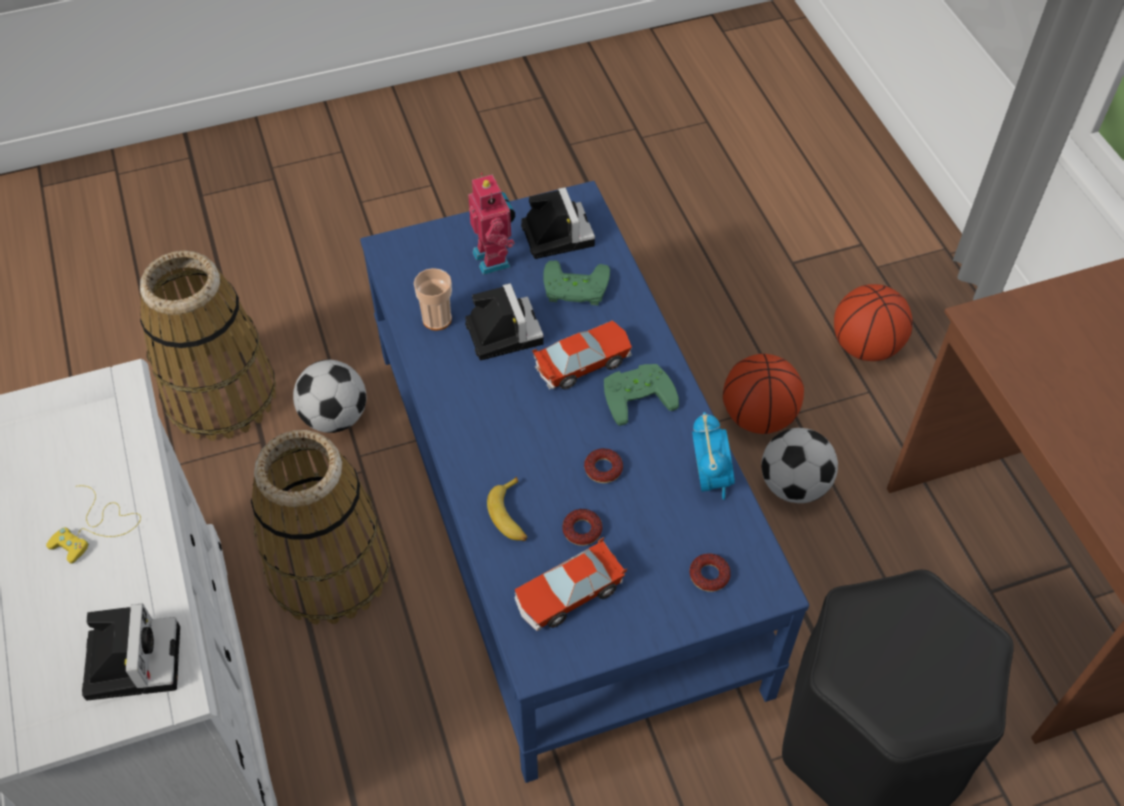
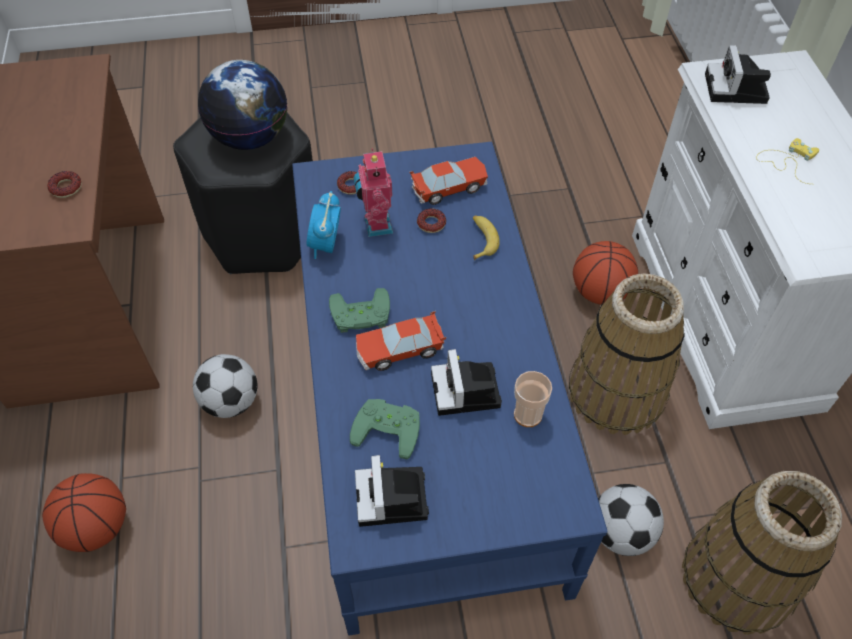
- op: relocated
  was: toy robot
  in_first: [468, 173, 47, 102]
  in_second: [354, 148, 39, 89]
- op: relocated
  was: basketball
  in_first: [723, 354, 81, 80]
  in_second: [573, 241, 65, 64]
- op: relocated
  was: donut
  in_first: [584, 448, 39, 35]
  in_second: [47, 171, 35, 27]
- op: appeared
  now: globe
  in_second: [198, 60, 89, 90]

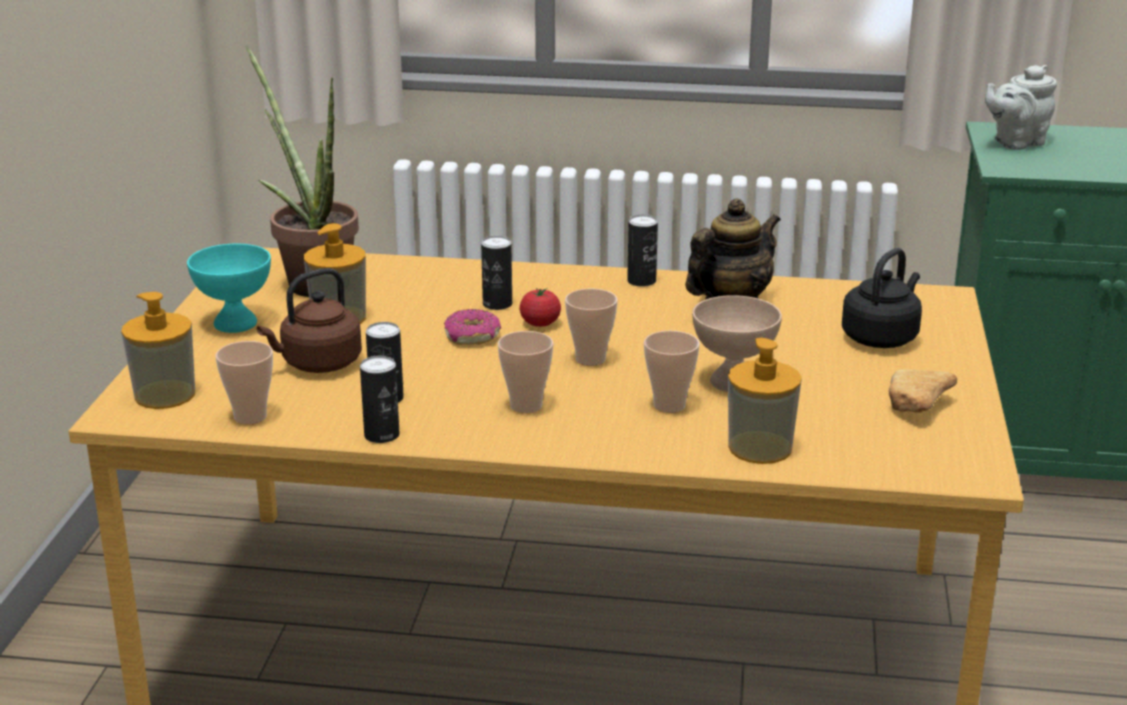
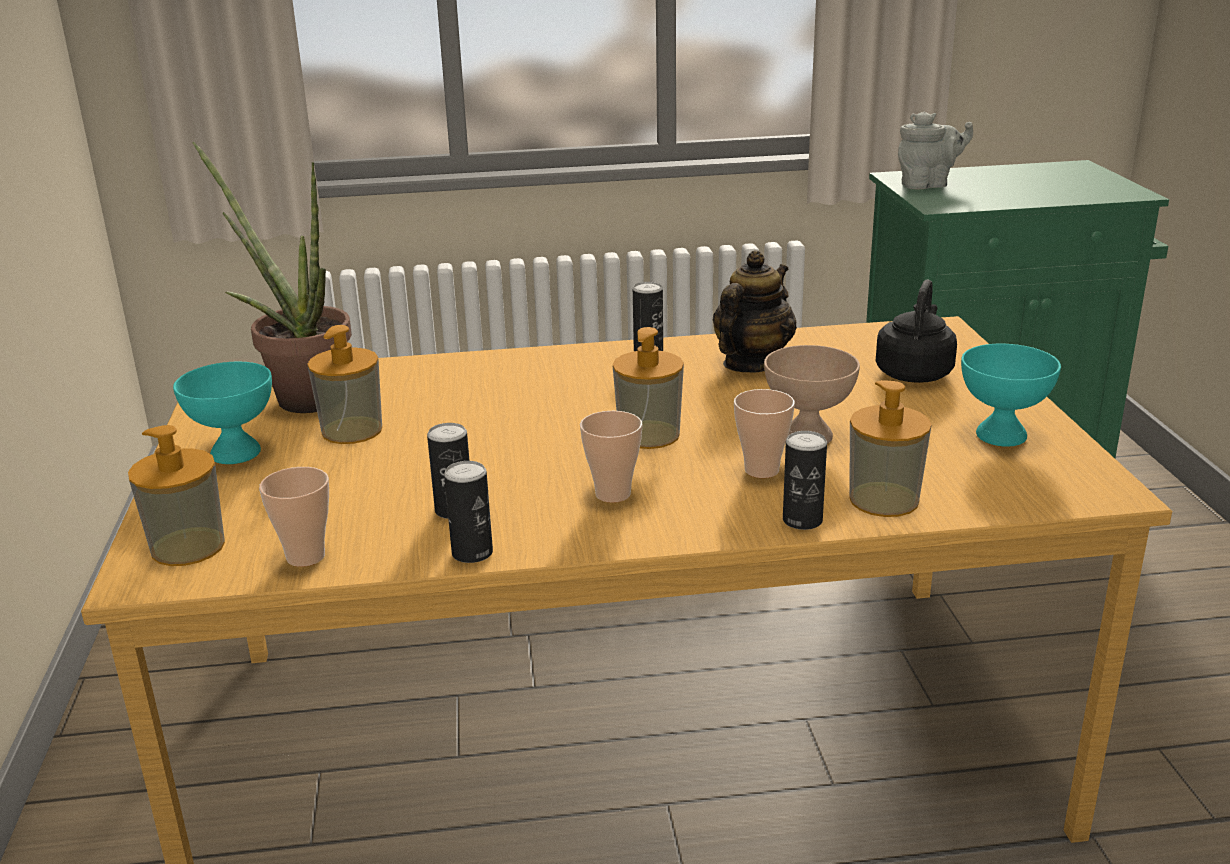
- op: spun
  was: teapot/grey
  in_first: [985, 65, 72, 85]
  in_second: [898, 112, 75, 77]
  clockwise: -150
- op: relocated
  was: can
  in_first: [481, 236, 31, 74]
  in_second: [783, 431, 44, 99]
- op: missing
  was: kettle/brown
  in_first: [257, 268, 105, 105]
- op: missing
  was: tomato
  in_first: [520, 288, 41, 39]
- op: exchanged
  was: cup
  now: soap dispenser
  in_first: [565, 289, 52, 77]
  in_second: [613, 327, 71, 122]
- op: missing
  was: donut
  in_first: [444, 309, 57, 36]
- op: exchanged
  was: bread
  now: bowl/turquoise
  in_first: [889, 369, 68, 44]
  in_second: [961, 344, 100, 103]

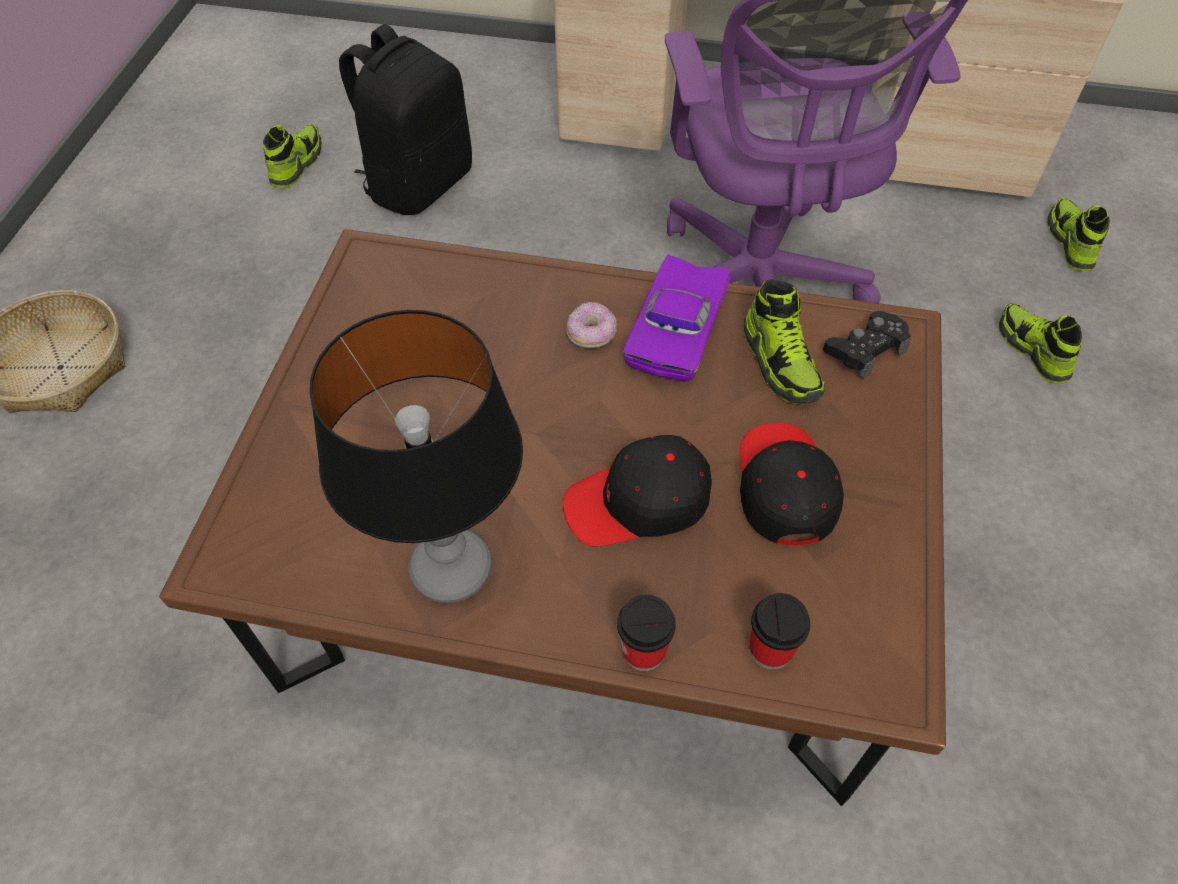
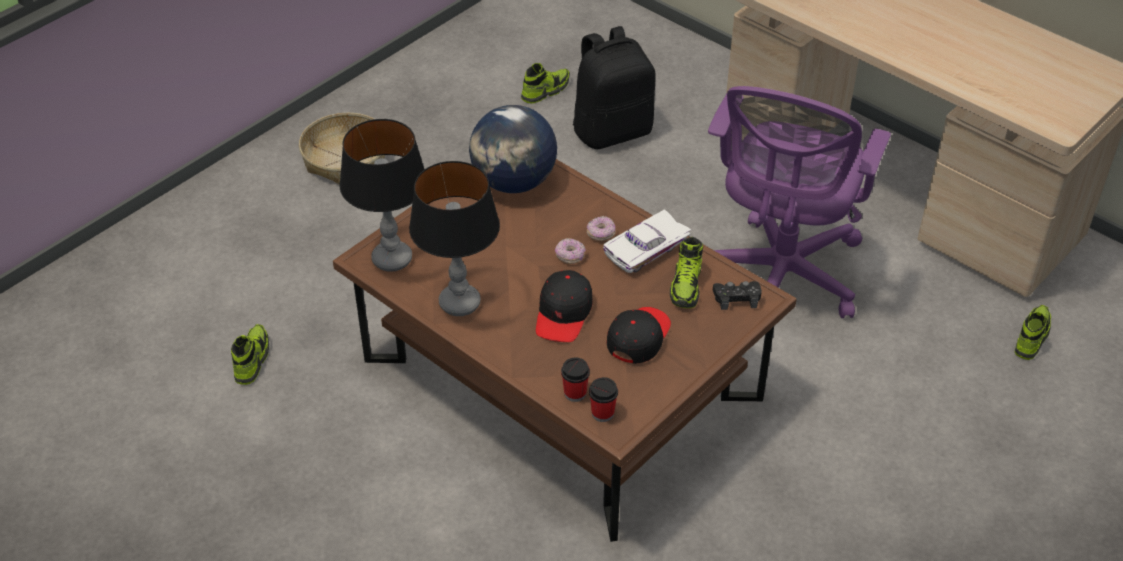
- op: colour
  was: toy car/purple
  now: toy car/white
  in_first: [623, 254, 108, 127]
  in_second: [603, 209, 88, 64]
- op: relocated
  was: shoe
  in_first: [999, 303, 83, 81]
  in_second: [231, 324, 38, 61]
- op: spun
  was: cap/black
  in_first: [563, 435, 149, 111]
  in_second: [536, 270, 57, 72]
  clockwise: -90
- op: relocated
  was: cup
  in_first: [617, 595, 59, 76]
  in_second: [589, 377, 29, 45]
- op: appeared
  now: globe
  in_second: [469, 105, 88, 88]
- op: appeared
  now: table lamp
  in_second: [339, 119, 86, 153]
- op: appeared
  now: donut
  in_second: [555, 238, 31, 26]

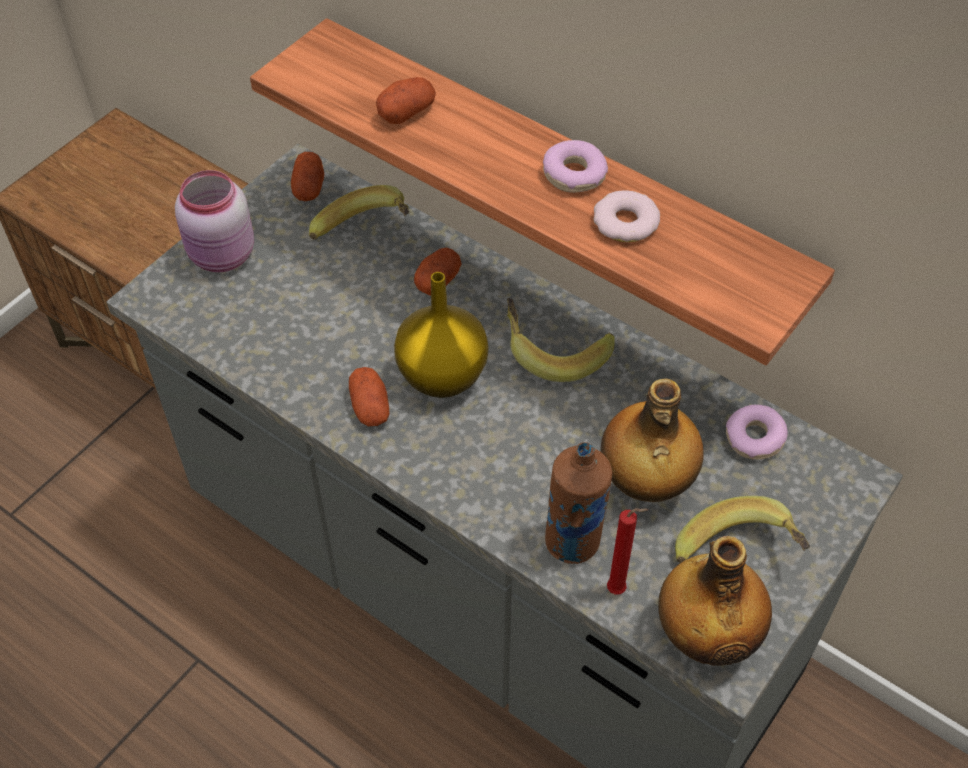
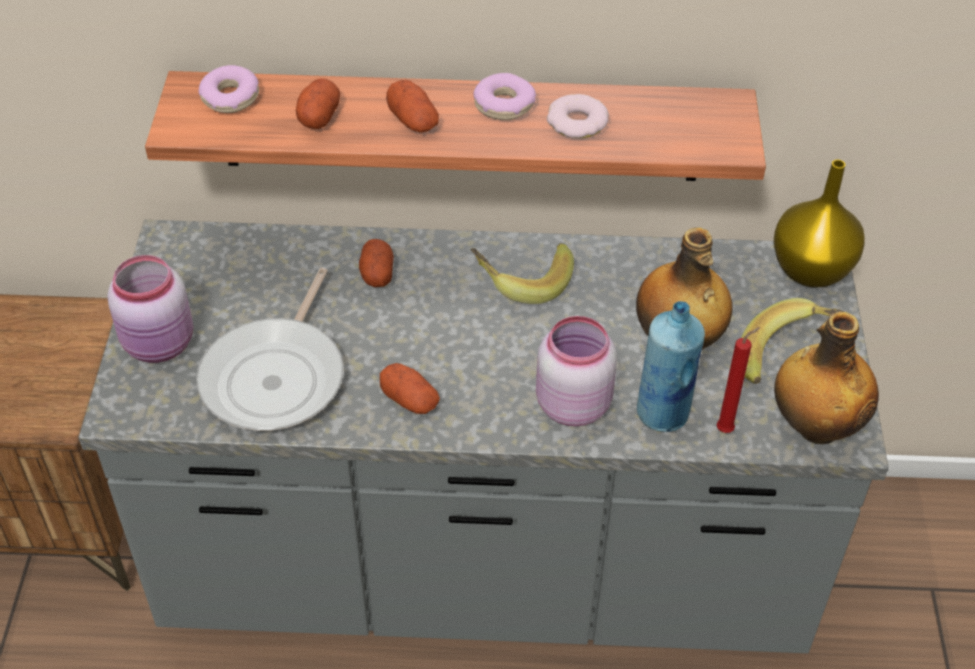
- op: relocated
  was: potato
  in_first: [291, 152, 33, 49]
  in_second: [386, 80, 53, 53]
- op: missing
  was: banana
  in_first: [309, 185, 100, 55]
- op: relocated
  was: vase/yellow
  in_first: [394, 272, 95, 126]
  in_second: [774, 160, 91, 128]
- op: relocated
  was: donut
  in_first: [726, 405, 62, 55]
  in_second: [199, 65, 60, 48]
- op: colour
  was: bottle/brown
  now: bottle/blue
  in_first: [545, 442, 67, 122]
  in_second: [637, 301, 68, 131]
- op: appeared
  now: frying pan
  in_second: [196, 267, 148, 164]
- op: appeared
  now: jar/pink
  in_second: [536, 316, 81, 110]

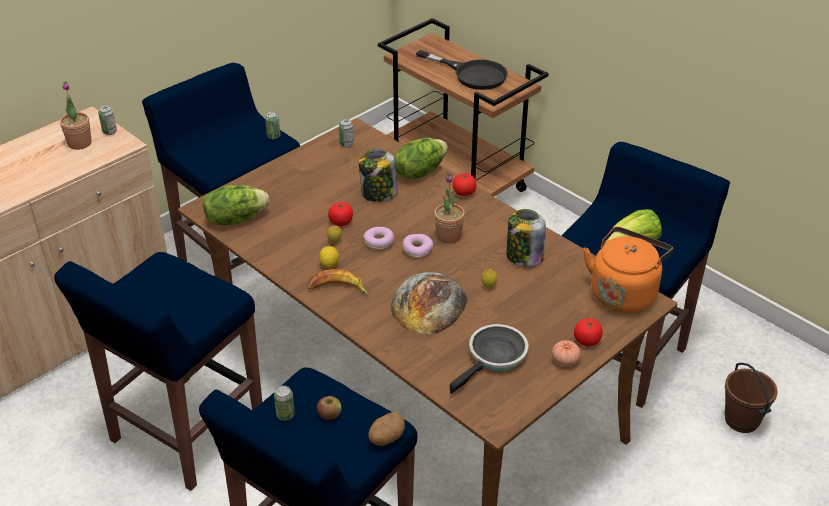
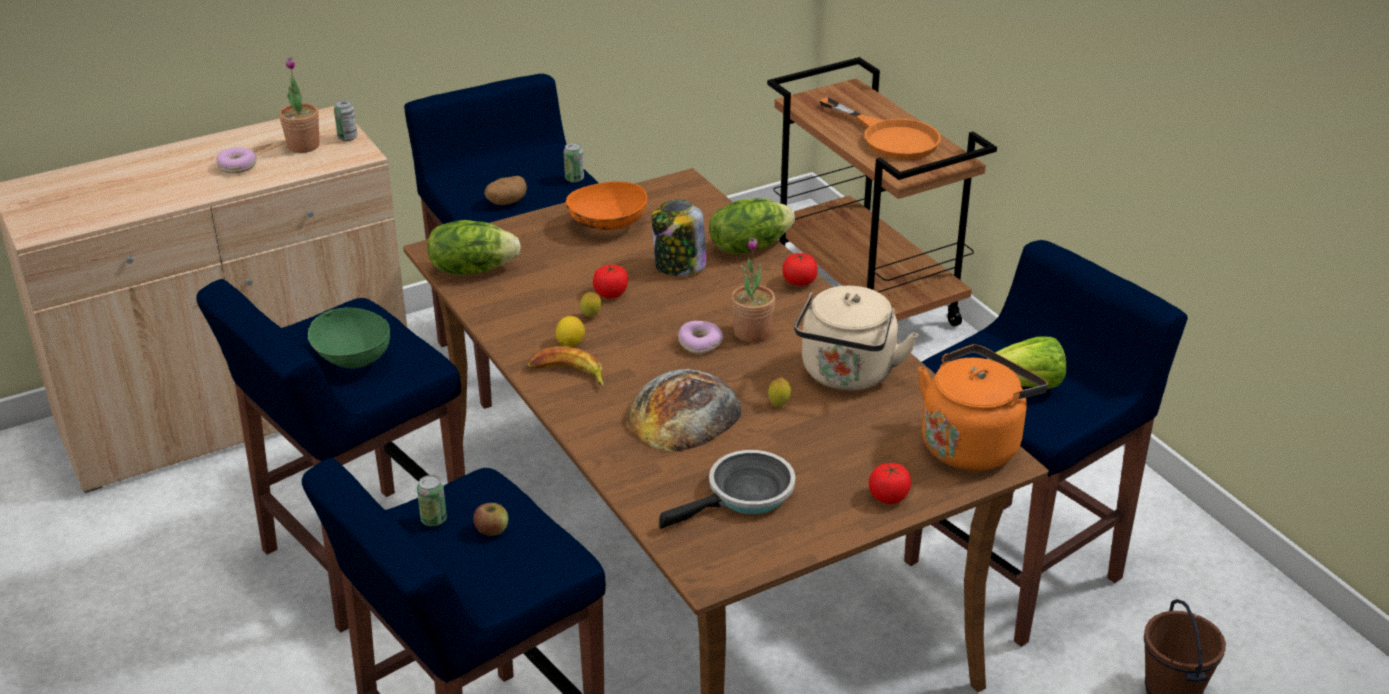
- op: colour
  was: frying pan/black
  now: frying pan/orange
  in_first: [416, 50, 92, 40]
  in_second: [819, 97, 122, 63]
- op: missing
  was: can
  in_first: [339, 119, 15, 29]
- op: exchanged
  was: jar
  now: kettle/beige
  in_first: [507, 209, 39, 58]
  in_second: [794, 286, 124, 105]
- op: relocated
  was: donut
  in_first: [363, 227, 31, 23]
  in_second: [216, 147, 41, 26]
- op: missing
  was: tomato
  in_first: [552, 340, 29, 26]
- op: relocated
  was: potato
  in_first: [368, 412, 37, 34]
  in_second: [484, 176, 43, 29]
- op: appeared
  now: bowl/orange
  in_second: [565, 181, 82, 49]
- op: appeared
  now: bowl/green
  in_second: [308, 307, 82, 61]

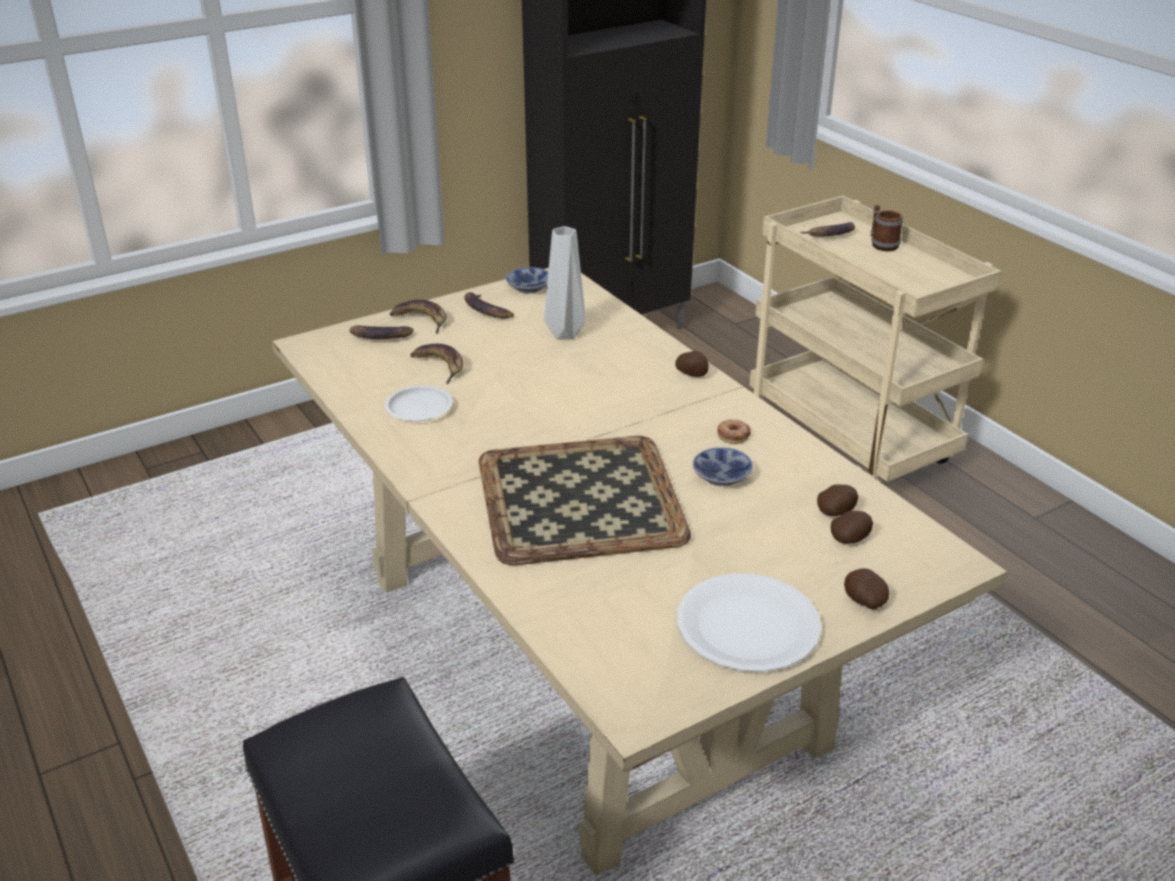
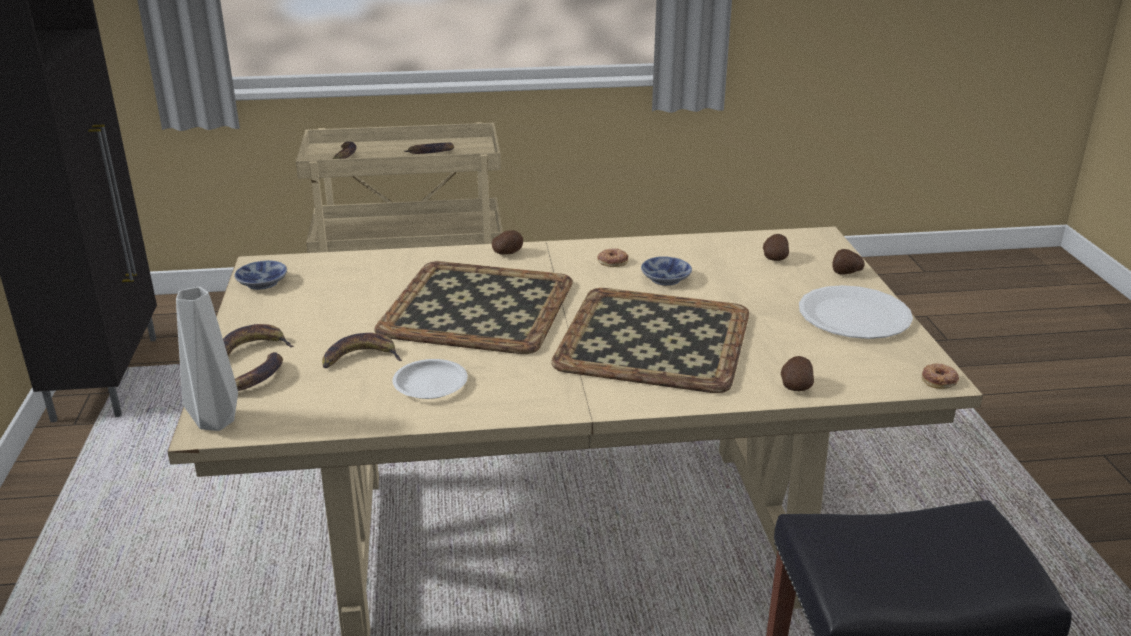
- op: missing
  was: mug
  in_first: [870, 205, 33, 46]
- op: relocated
  was: vase/grey
  in_first: [544, 226, 42, 114]
  in_second: [176, 287, 62, 144]
- op: relocated
  was: banana
  in_first: [464, 292, 50, 27]
  in_second: [404, 143, 50, 11]
- op: relocated
  was: potato
  in_first: [817, 484, 42, 32]
  in_second: [781, 356, 33, 35]
- op: appeared
  now: tray
  in_second: [374, 261, 199, 93]
- op: appeared
  now: donut
  in_second: [922, 363, 37, 26]

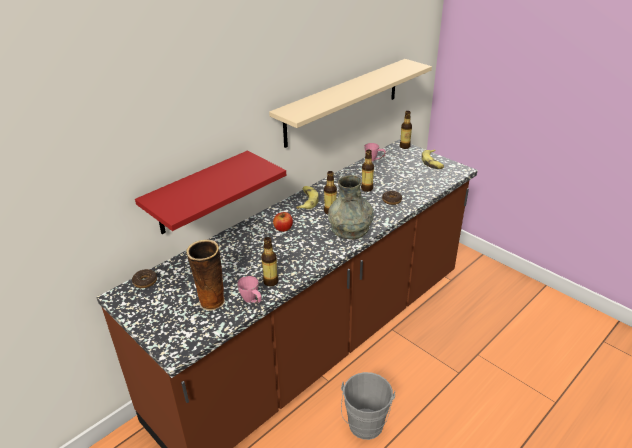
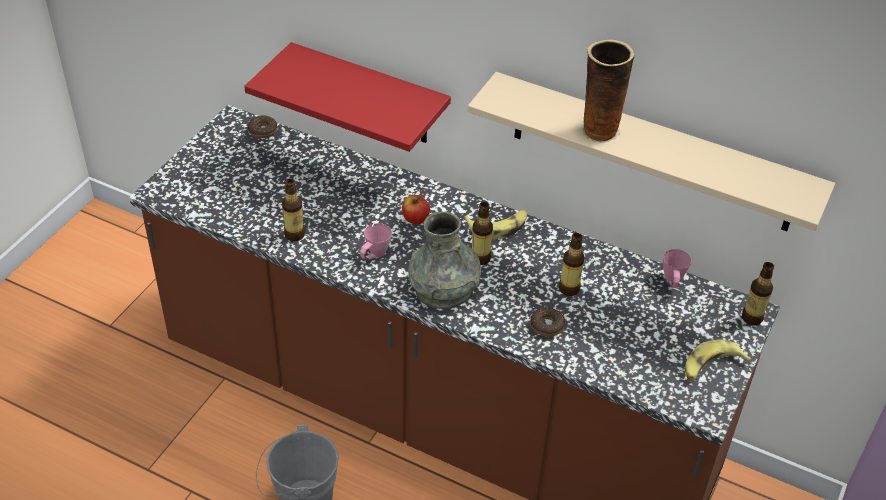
- op: relocated
  was: vase
  in_first: [186, 240, 39, 71]
  in_second: [582, 40, 52, 103]
- op: relocated
  was: mug/pink
  in_first: [237, 276, 25, 28]
  in_second: [360, 223, 32, 37]

